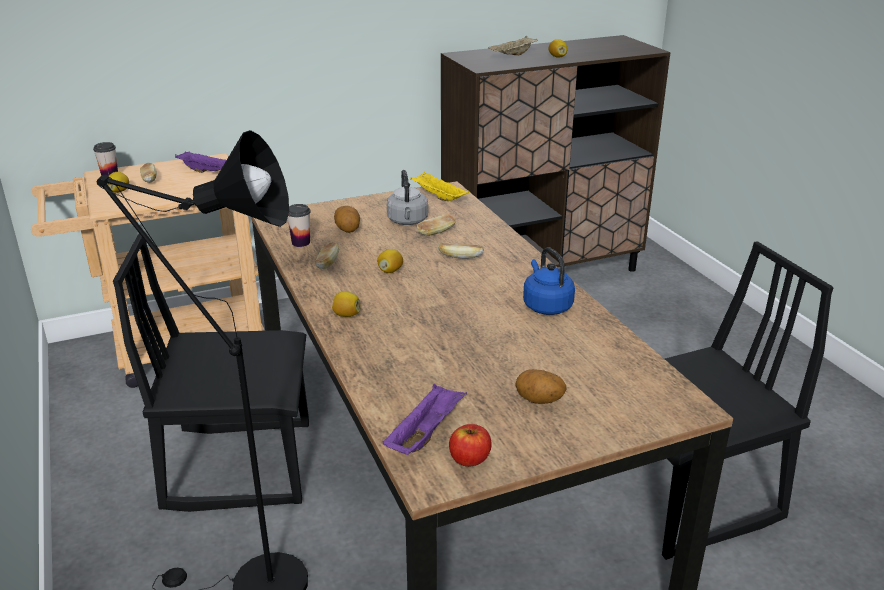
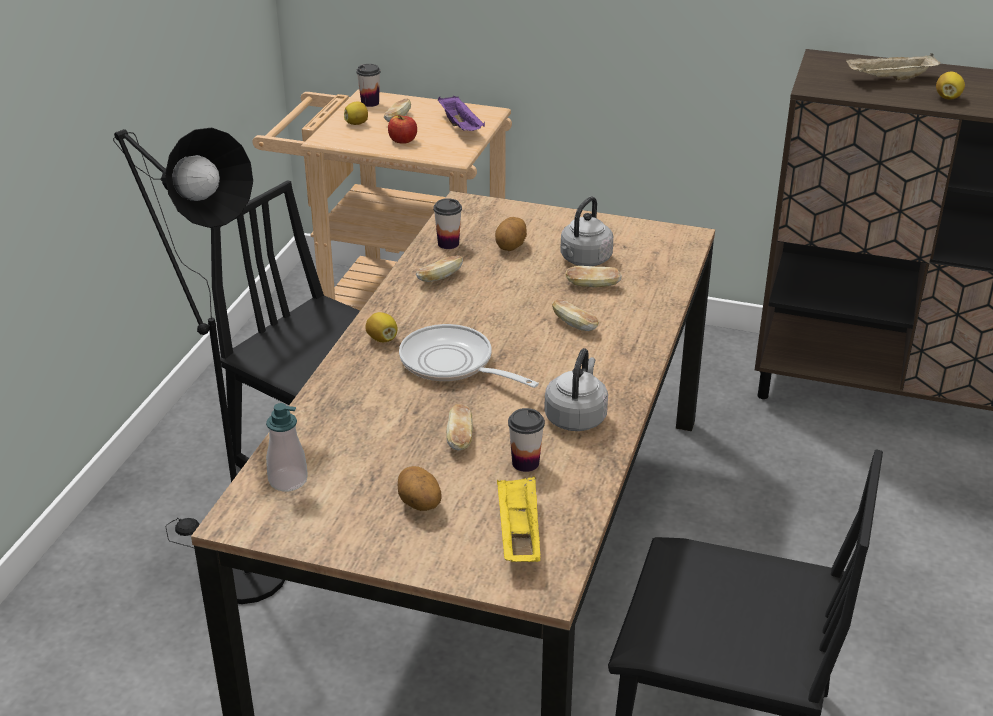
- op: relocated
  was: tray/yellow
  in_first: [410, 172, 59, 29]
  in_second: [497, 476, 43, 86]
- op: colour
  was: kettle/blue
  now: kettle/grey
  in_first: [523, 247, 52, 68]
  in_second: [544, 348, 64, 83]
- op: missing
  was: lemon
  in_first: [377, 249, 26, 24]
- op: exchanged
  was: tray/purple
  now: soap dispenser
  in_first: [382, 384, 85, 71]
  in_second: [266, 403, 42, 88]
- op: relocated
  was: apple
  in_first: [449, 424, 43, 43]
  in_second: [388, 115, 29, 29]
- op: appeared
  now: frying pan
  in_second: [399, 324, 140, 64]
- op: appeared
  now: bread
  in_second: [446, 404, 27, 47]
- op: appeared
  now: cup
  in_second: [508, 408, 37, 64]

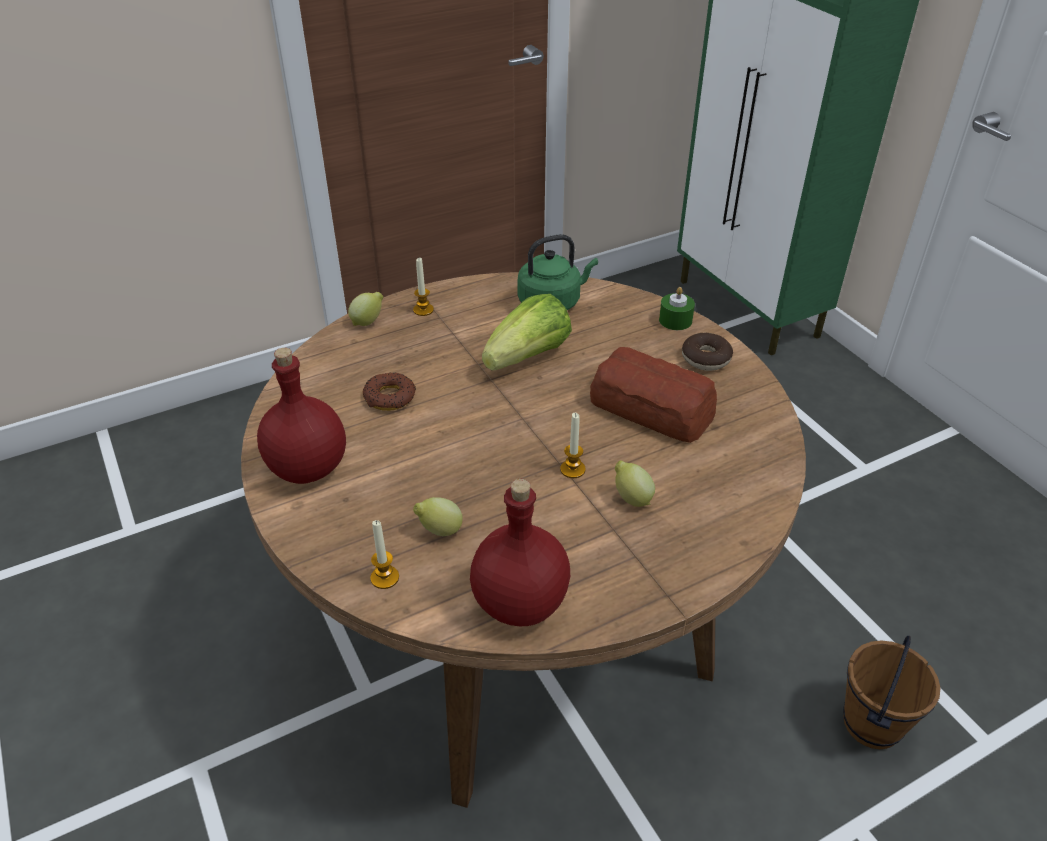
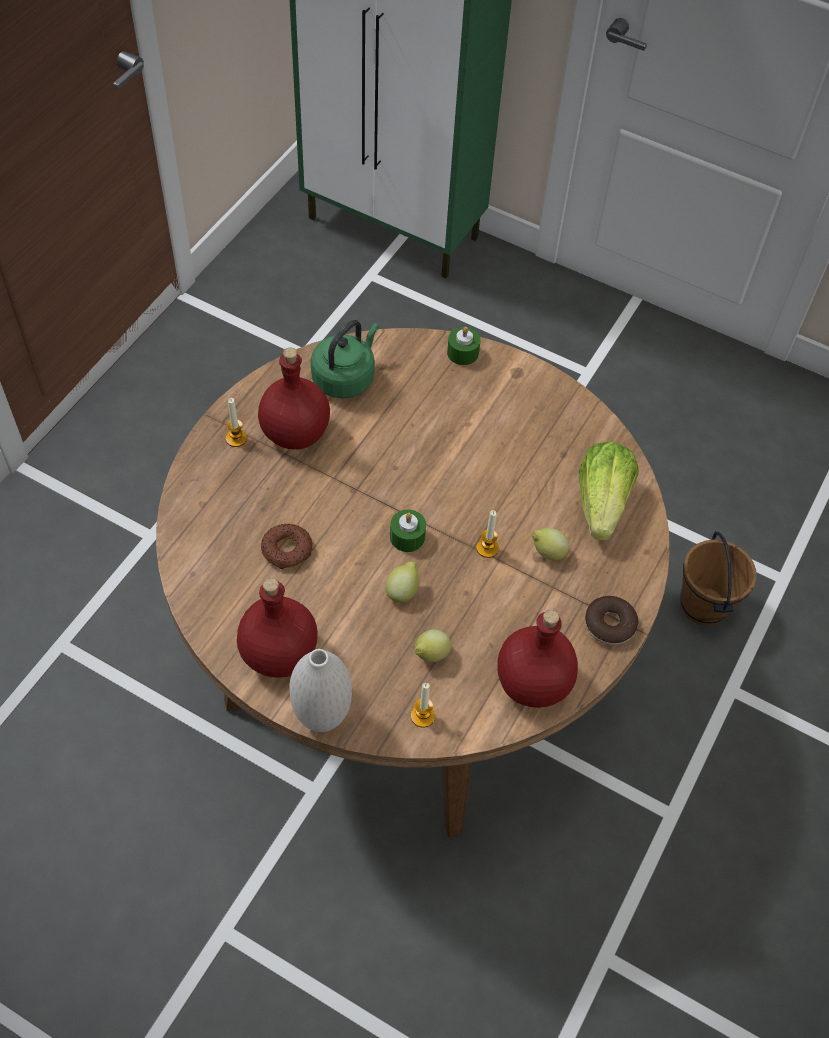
- op: relocated
  was: lemon
  in_first: [348, 292, 35, 34]
  in_second: [385, 561, 34, 43]
- op: relocated
  was: lettuce
  in_first: [482, 294, 90, 77]
  in_second: [578, 442, 60, 99]
- op: relocated
  was: donut
  in_first: [682, 333, 51, 38]
  in_second: [585, 596, 53, 49]
- op: missing
  was: bread
  in_first: [590, 347, 127, 96]
- op: appeared
  now: bottle/red
  in_second: [258, 348, 72, 102]
- op: appeared
  now: candle/green
  in_second: [390, 510, 36, 42]
- op: appeared
  now: vase/white
  in_second: [290, 649, 62, 83]

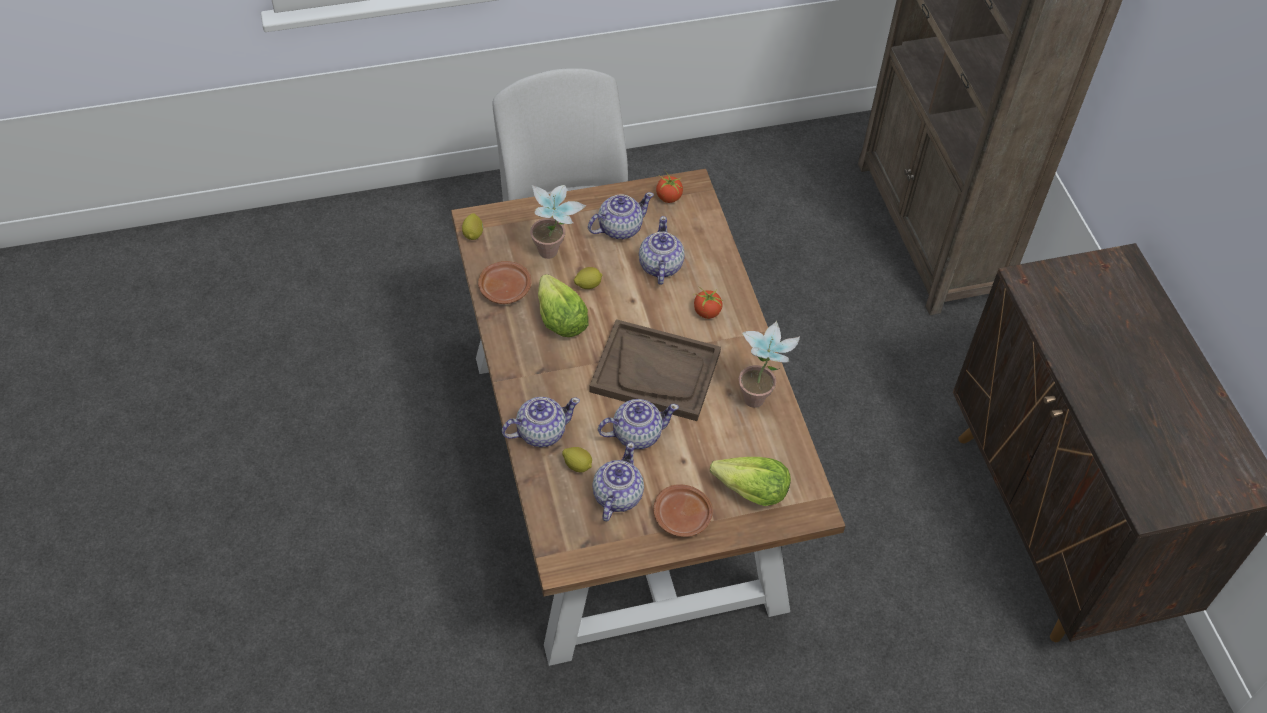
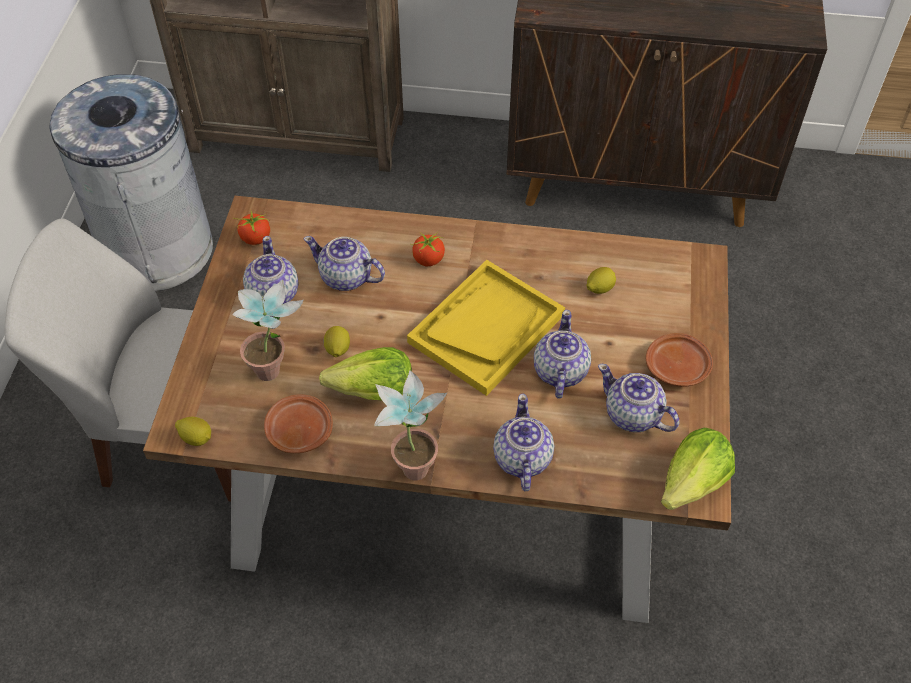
- op: colour
  was: tray/brown
  now: tray/yellow
  in_first: [589, 319, 132, 102]
  in_second: [407, 260, 158, 136]
- op: relocated
  was: potted plant
  in_first: [739, 321, 61, 87]
  in_second: [374, 370, 74, 110]
- op: relocated
  was: lemon
  in_first: [562, 447, 30, 25]
  in_second: [586, 267, 30, 27]
- op: relocated
  was: lettuce
  in_first: [710, 457, 81, 49]
  in_second: [661, 428, 74, 82]
- op: appeared
  now: trash can/grey
  in_second: [49, 74, 164, 217]

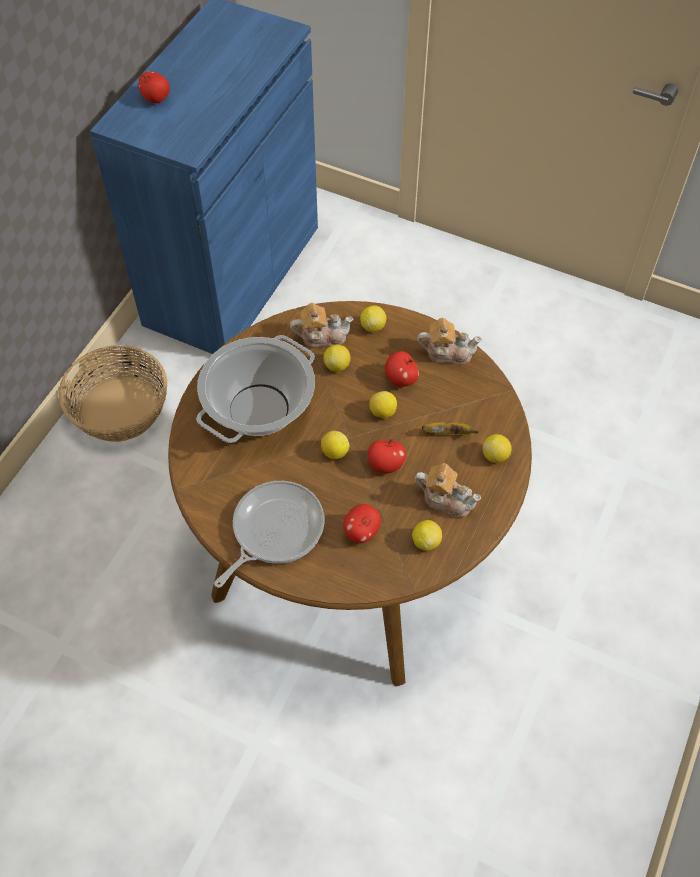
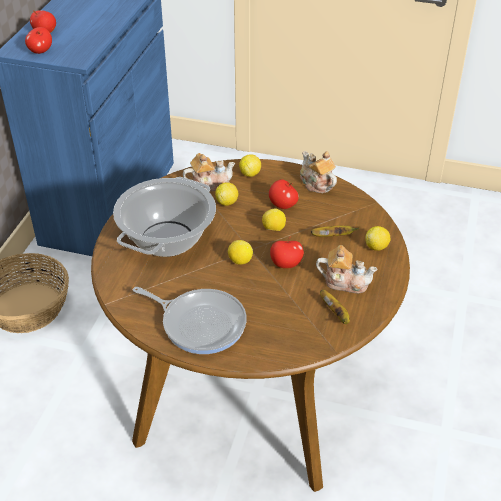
- op: spun
  was: teapot
  in_first: [417, 318, 65, 46]
  in_second: [300, 151, 37, 42]
  clockwise: -120
- op: spun
  was: frying pan
  in_first: [214, 481, 110, 107]
  in_second: [133, 287, 114, 67]
  clockwise: 90
- op: relocated
  was: apple
  in_first: [343, 504, 38, 39]
  in_second: [25, 27, 27, 27]
- op: exchanged
  was: lemon
  now: banana
  in_first: [412, 520, 30, 31]
  in_second: [320, 290, 30, 34]

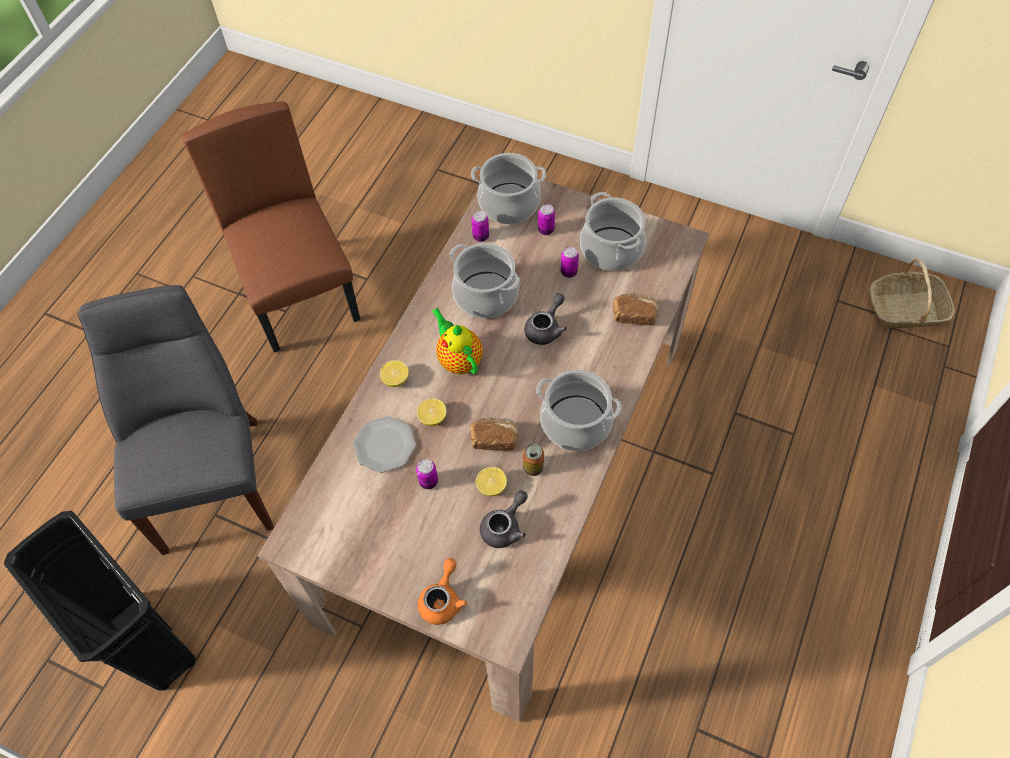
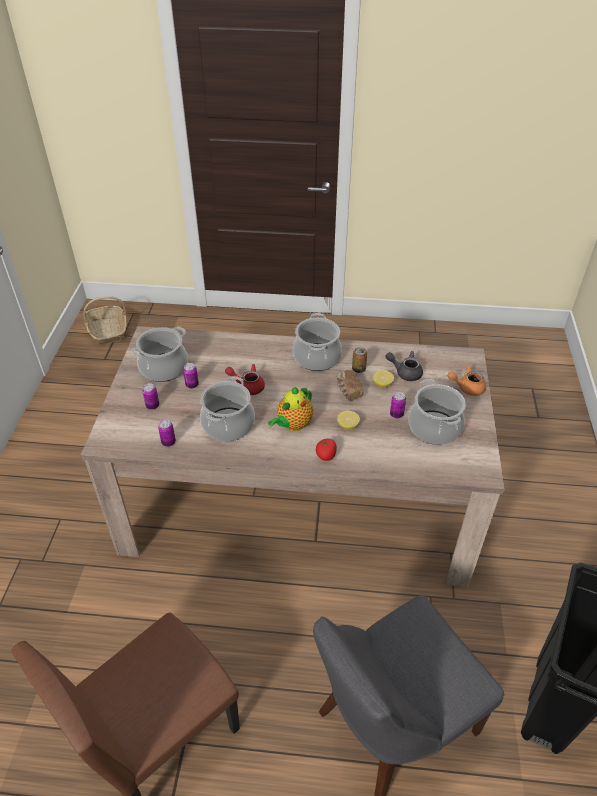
- op: relocated
  was: cooking pot
  in_first: [471, 153, 75, 71]
  in_second: [408, 379, 58, 66]
- op: colour
  was: teapot/grey
  now: teapot/red
  in_first: [524, 293, 43, 52]
  in_second: [225, 364, 40, 31]
- op: missing
  was: bread
  in_first: [613, 293, 45, 32]
- op: exchanged
  was: lemon
  now: tomato
  in_first: [380, 360, 29, 27]
  in_second: [316, 438, 21, 23]
- op: missing
  was: plate
  in_first: [353, 416, 63, 57]

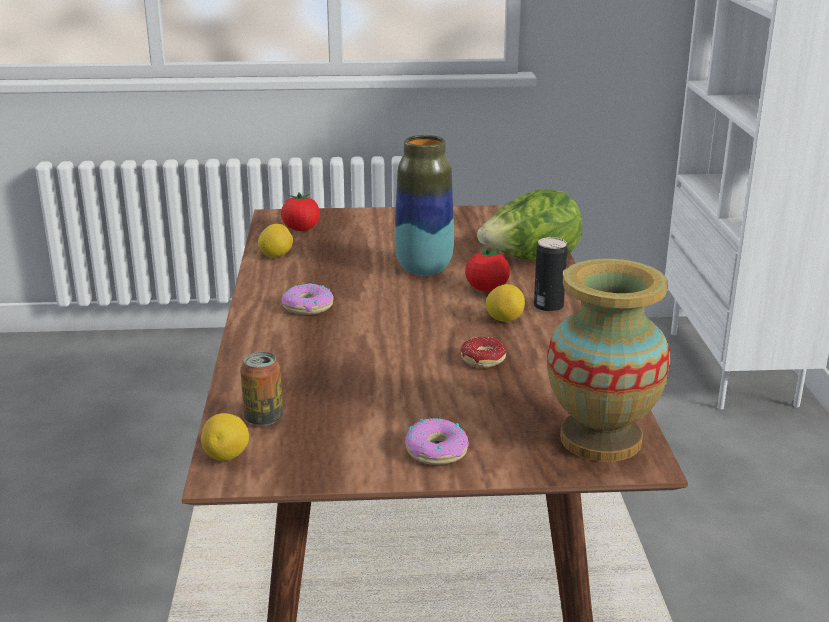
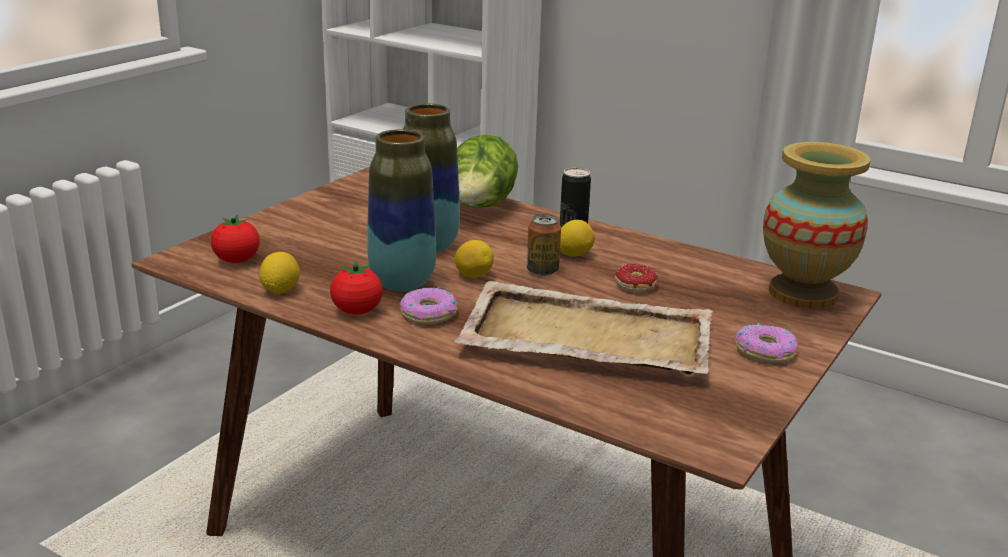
- op: relocated
  was: tomato
  in_first: [465, 247, 45, 45]
  in_second: [330, 261, 53, 54]
- op: relocated
  was: can
  in_first: [240, 352, 43, 74]
  in_second: [527, 214, 34, 62]
- op: relocated
  was: lemon
  in_first: [201, 413, 48, 48]
  in_second: [455, 240, 39, 38]
- op: appeared
  now: vase
  in_second: [367, 129, 69, 162]
- op: appeared
  now: tray/beige
  in_second: [454, 281, 259, 93]

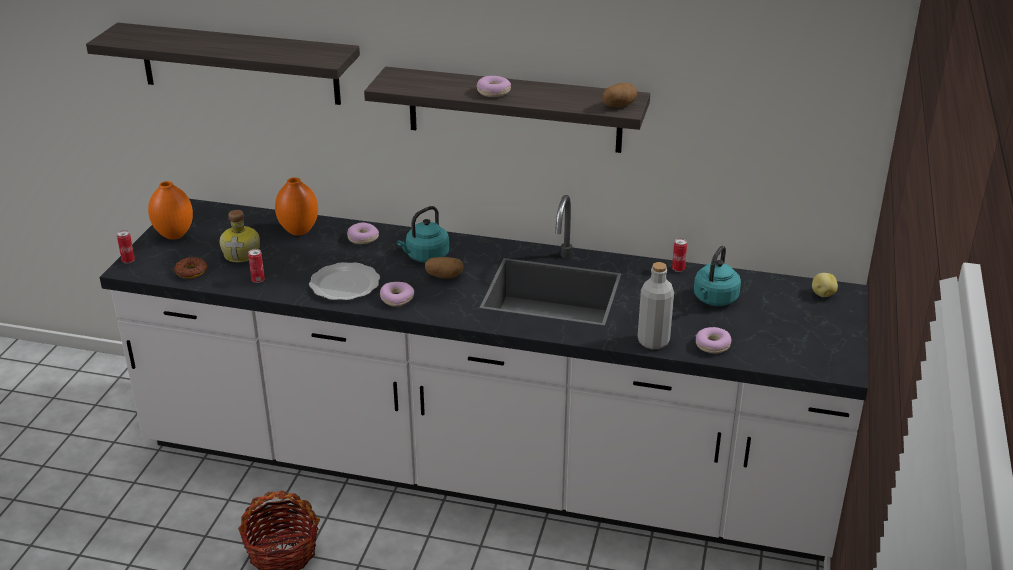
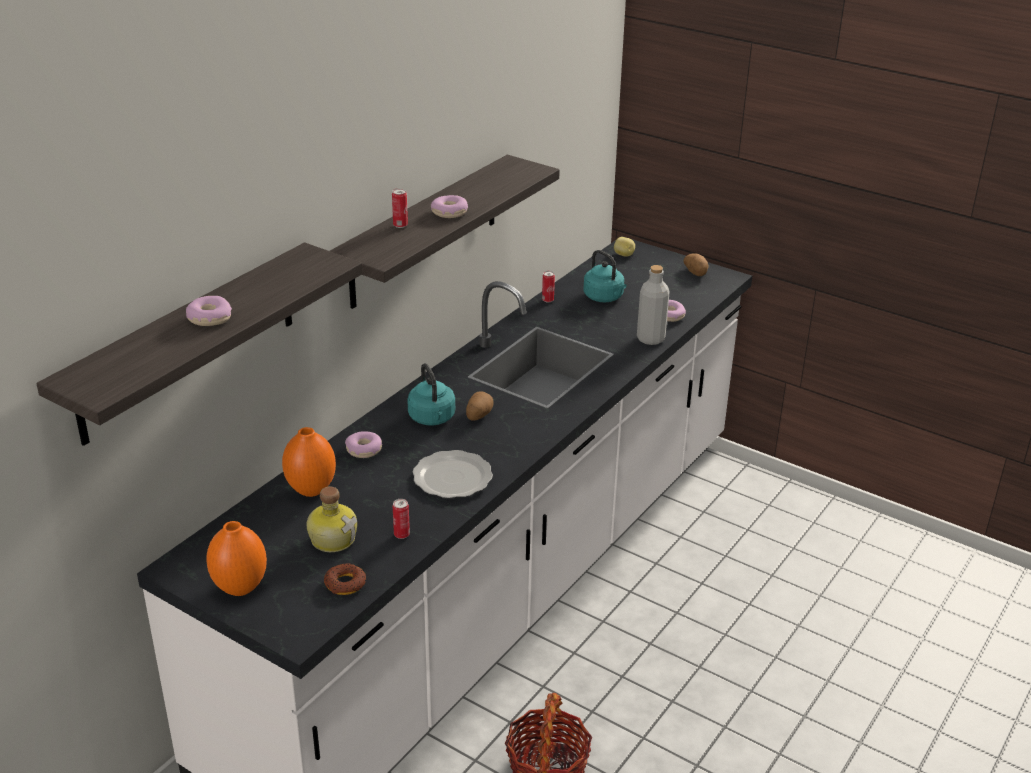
- op: relocated
  was: potato
  in_first: [602, 83, 35, 24]
  in_second: [684, 253, 25, 23]
- op: relocated
  was: can
  in_first: [117, 230, 18, 33]
  in_second: [392, 188, 16, 40]
- op: relocated
  was: donut
  in_first: [380, 282, 34, 25]
  in_second: [186, 296, 46, 30]

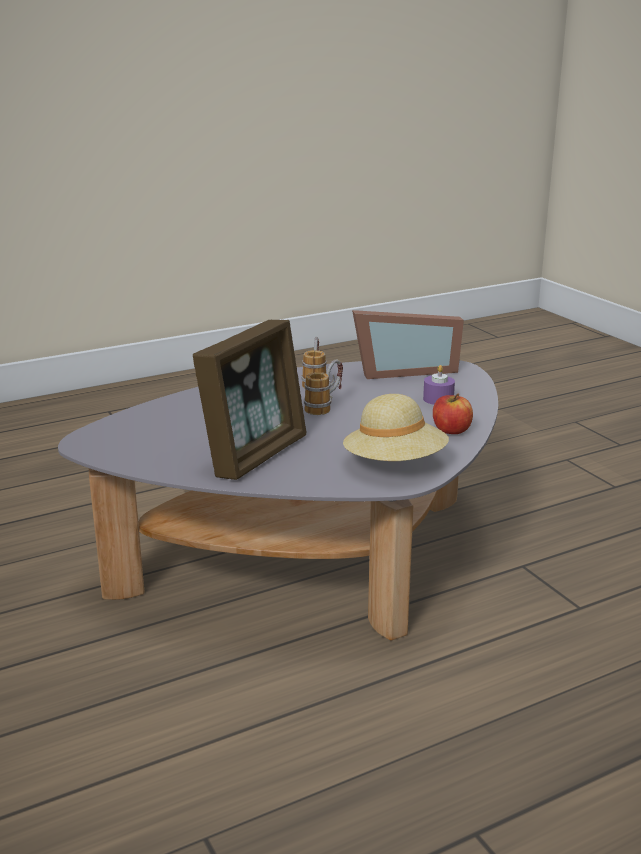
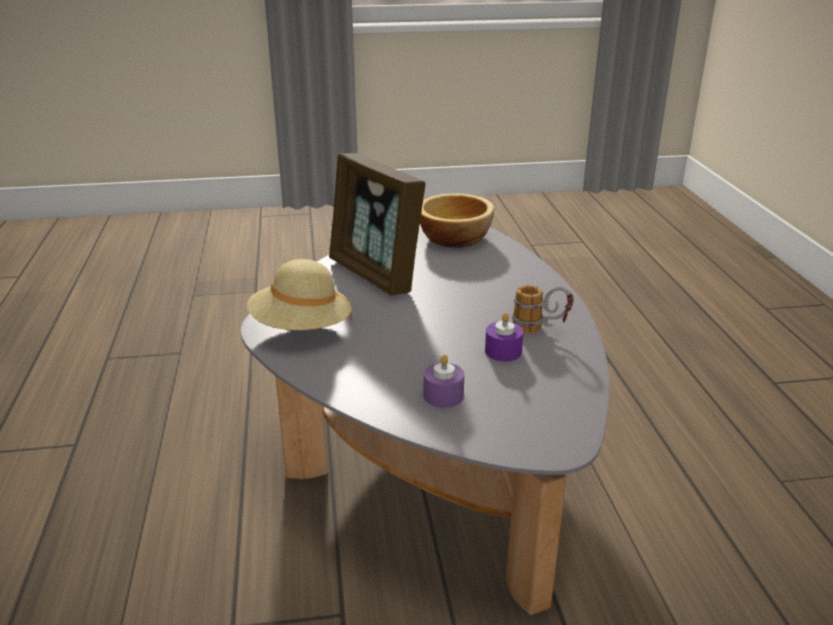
- op: missing
  was: picture frame
  in_first: [352, 310, 112, 69]
- op: missing
  was: mug
  in_first: [304, 360, 39, 55]
- op: missing
  was: apple
  in_first: [433, 393, 40, 41]
- op: appeared
  now: bowl
  in_second: [420, 194, 74, 53]
- op: appeared
  now: candle/purple
  in_second: [485, 313, 38, 48]

